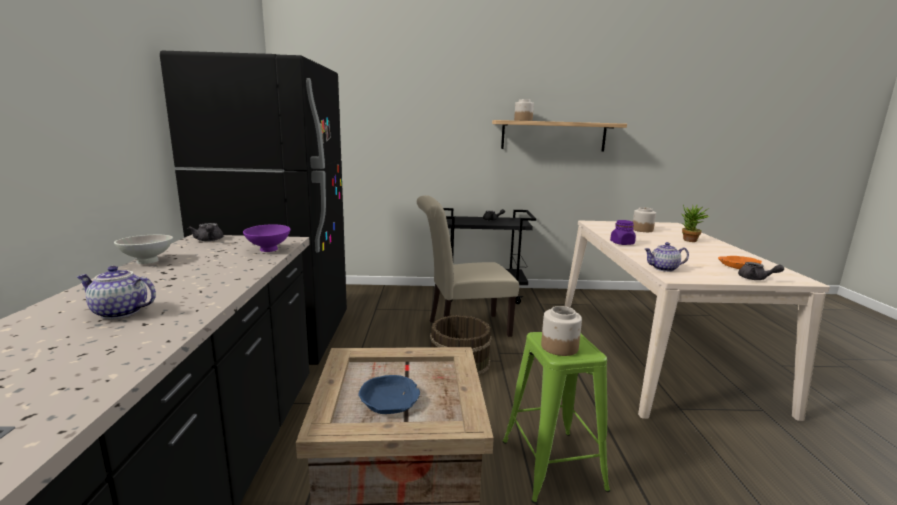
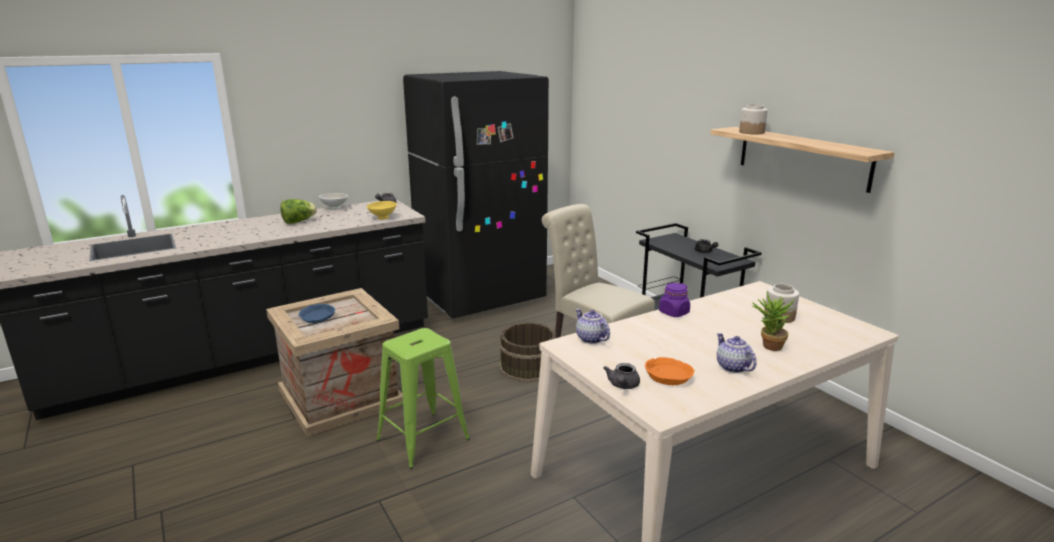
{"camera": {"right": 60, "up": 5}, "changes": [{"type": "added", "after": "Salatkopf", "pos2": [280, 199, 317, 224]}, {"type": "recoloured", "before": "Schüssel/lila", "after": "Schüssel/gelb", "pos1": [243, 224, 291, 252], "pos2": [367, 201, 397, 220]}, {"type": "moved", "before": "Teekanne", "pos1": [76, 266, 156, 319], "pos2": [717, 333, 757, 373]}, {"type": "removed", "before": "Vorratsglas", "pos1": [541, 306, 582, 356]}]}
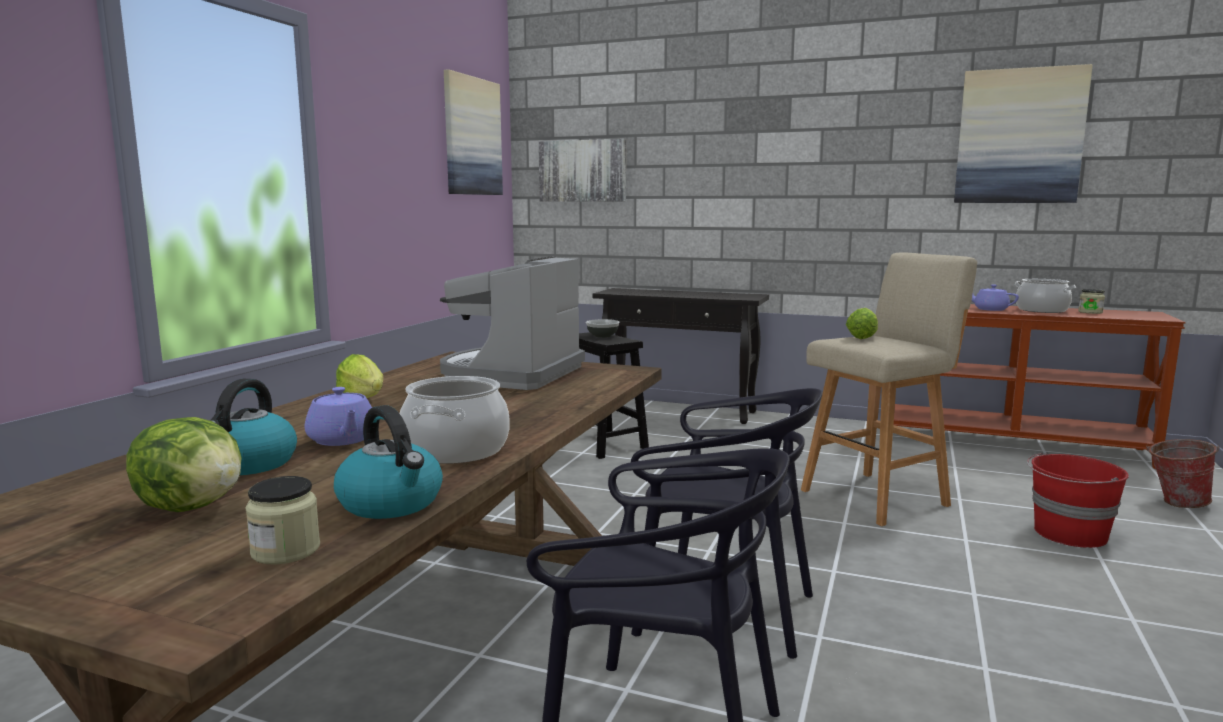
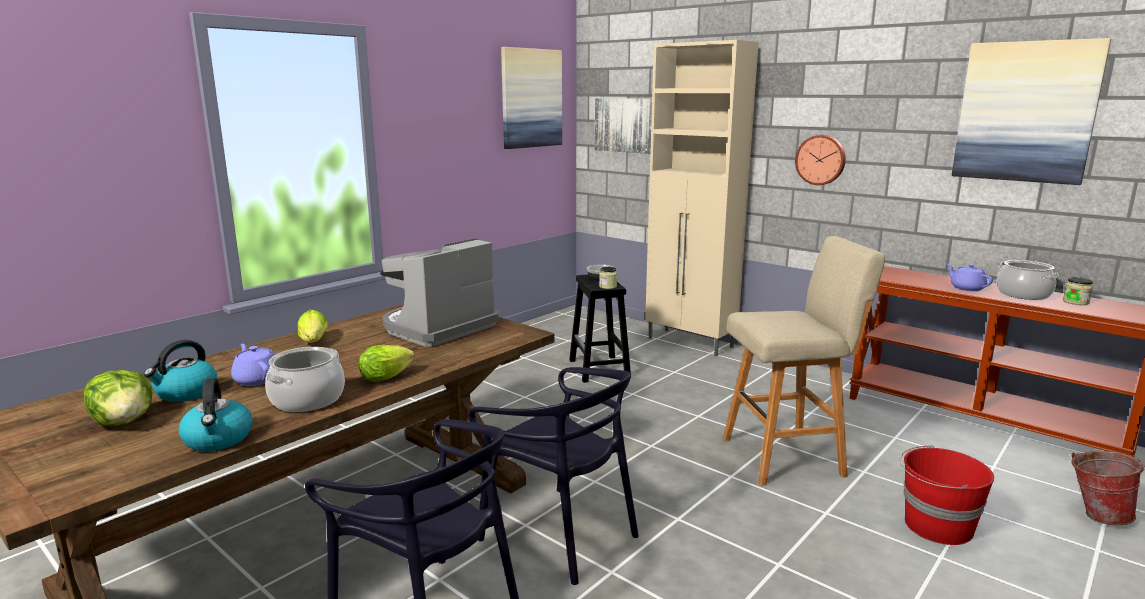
{"camera": {"right": 20, "up": 5}, "changes": [{"type": "turned", "before": "Teekanne/lila", "pos1": [305, 387, 372, 446], "pos2": [231, 344, 275, 386], "turn": 150}, {"type": "moved", "before": "Salatkopf", "pos1": [846, 308, 878, 339], "pos2": [359, 345, 415, 381]}, {"type": "moved", "before": "Vorratsglas", "pos1": [245, 476, 320, 565], "pos2": [599, 267, 617, 289]}, {"type": "replaced", "before": "Konsolentisch/schwarz", "after": "Schrank/beige", "pos1": [592, 288, 769, 424], "pos2": [645, 40, 759, 357]}, {"type": "added", "after": "Wanduhr", "pos2": [795, 135, 846, 185]}]}
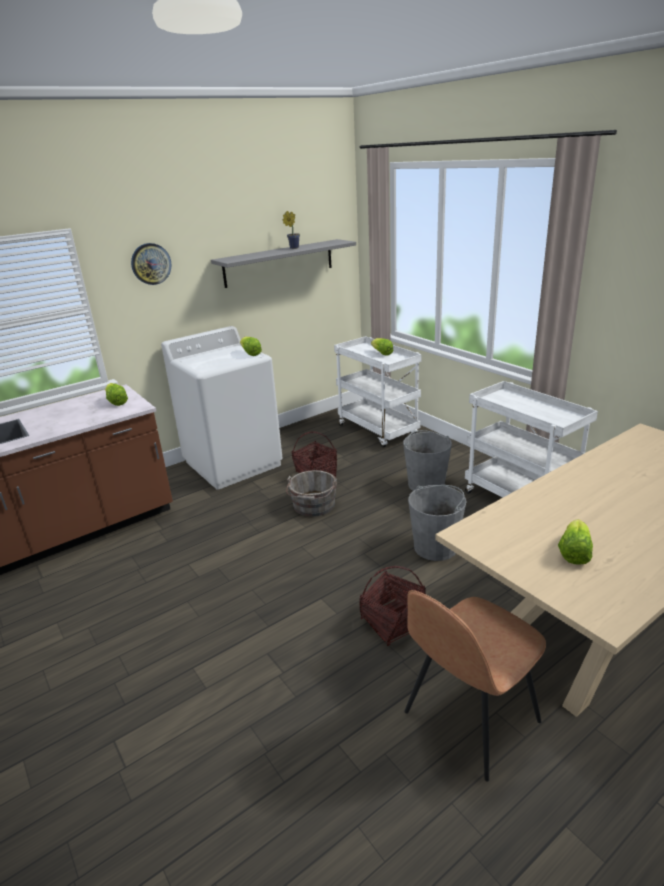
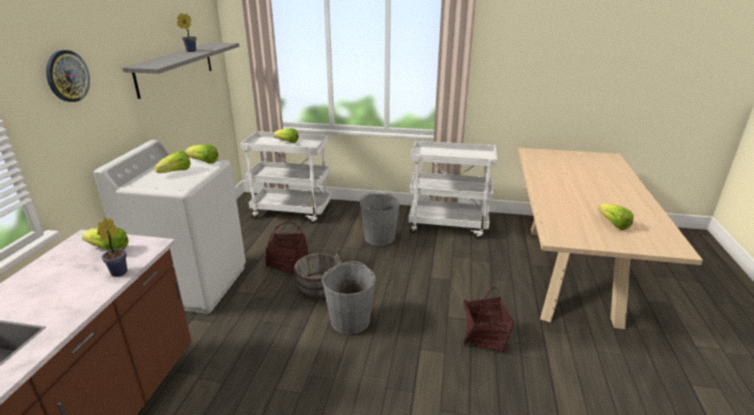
{"camera": {"right": -45, "up": 0}, "changes": [{"type": "added", "after": "Topfpflanze", "pos2": [97, 218, 127, 277]}, {"type": "added", "after": "Salatkopf", "pos2": [154, 151, 191, 173]}, {"type": "moved", "before": "Eimer/grau", "pos1": [408, 485, 467, 561], "pos2": [322, 261, 376, 335]}, {"type": "removed", "before": "Stuhl/braun", "pos1": [404, 590, 546, 782]}]}
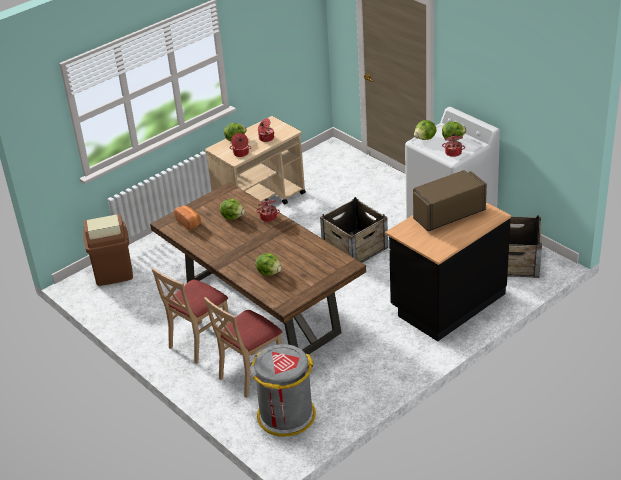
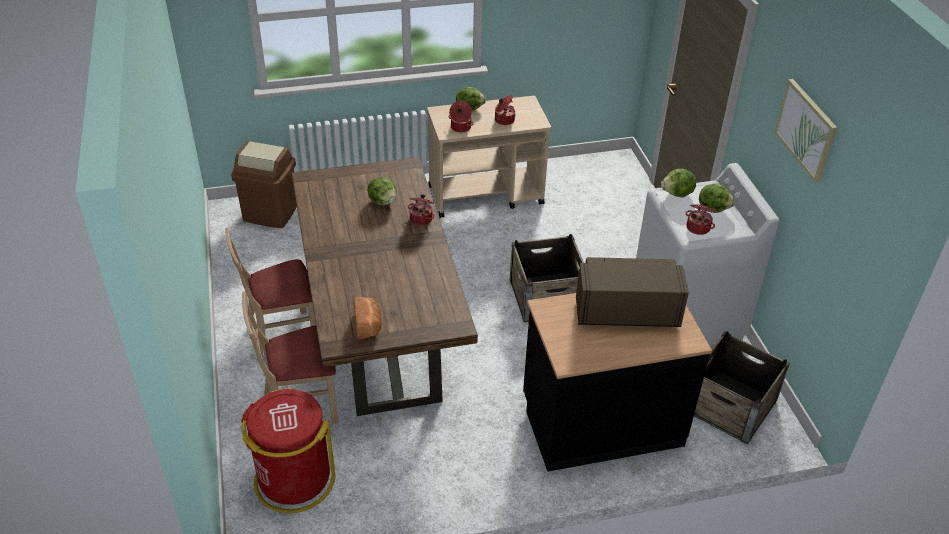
{"camera": {"right": 25, "up": 5}, "changes": [{"type": "recoloured", "before": "Mülleimer/grau", "after": "Mülleimer/rot", "pos1": [250, 344, 316, 437], "pos2": [241, 388, 335, 513]}, {"type": "moved", "before": "Brot", "pos1": [174, 206, 201, 230], "pos2": [354, 297, 382, 339]}, {"type": "added", "after": "Bild", "pos2": [774, 79, 837, 183]}, {"type": "removed", "before": "Salatkopf", "pos1": [256, 253, 281, 276]}]}
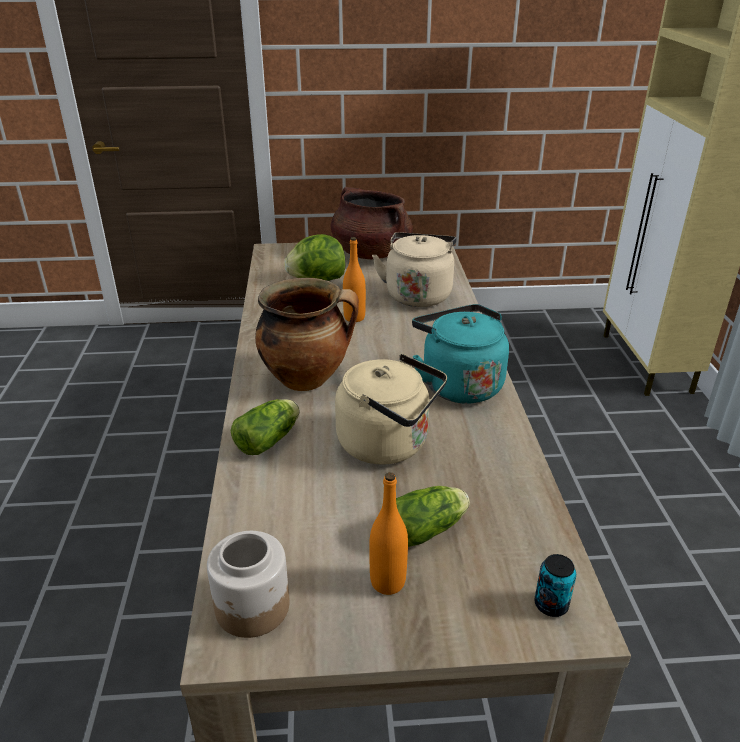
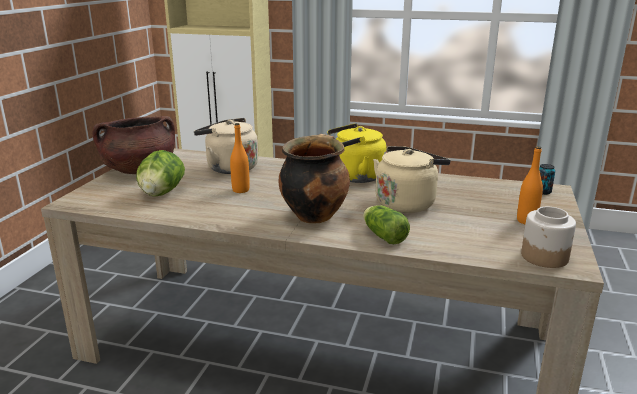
{"camera": {"right": -70, "up": -10}, "changes": [{"type": "recoloured", "before": "Wasserkessel/türkis", "after": "Wasserkessel/gelb", "pos1": [412, 304, 509, 404], "pos2": [327, 123, 387, 183]}, {"type": "removed", "before": "Salatkopf", "pos1": [396, 486, 470, 547]}]}
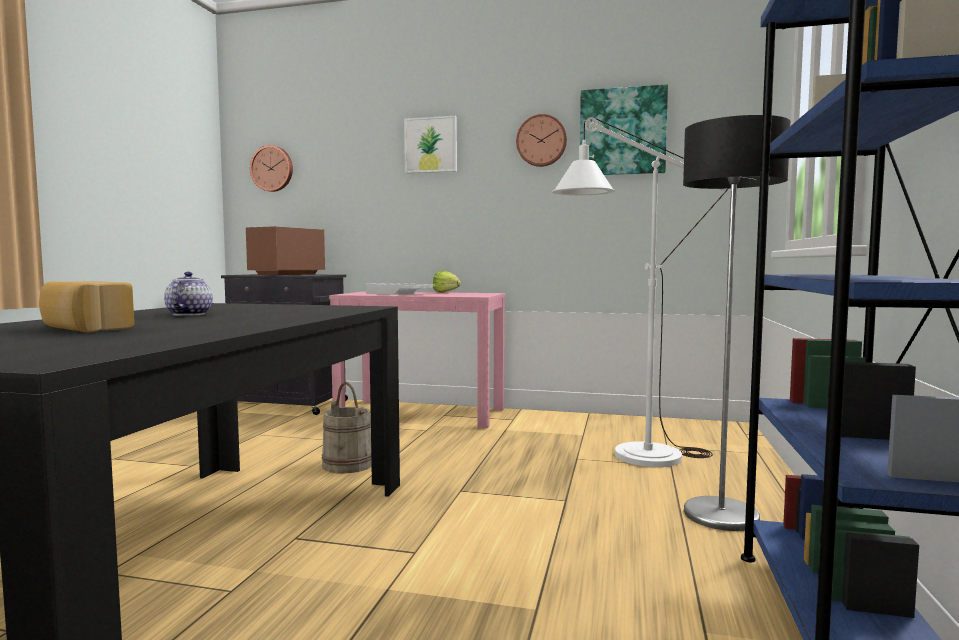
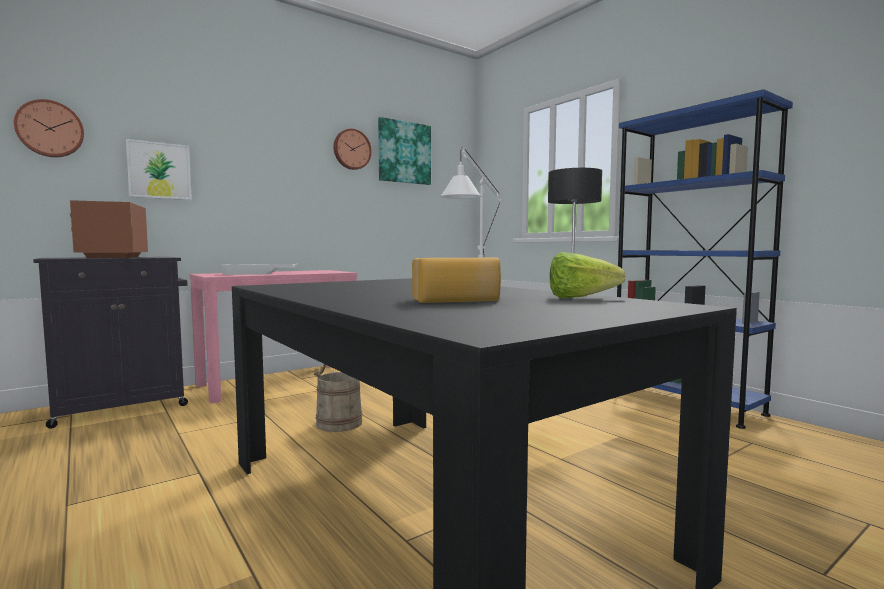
{"camera": {"right": -50, "up": 0}, "changes": [{"type": "moved", "before": "Bild", "pos1": [404, 116, 457, 173], "pos2": [126, 139, 192, 200]}, {"type": "moved", "before": "Salatkopf", "pos1": [433, 271, 461, 293], "pos2": [550, 252, 626, 298]}, {"type": "removed", "before": "Teekanne", "pos1": [164, 272, 213, 316]}]}
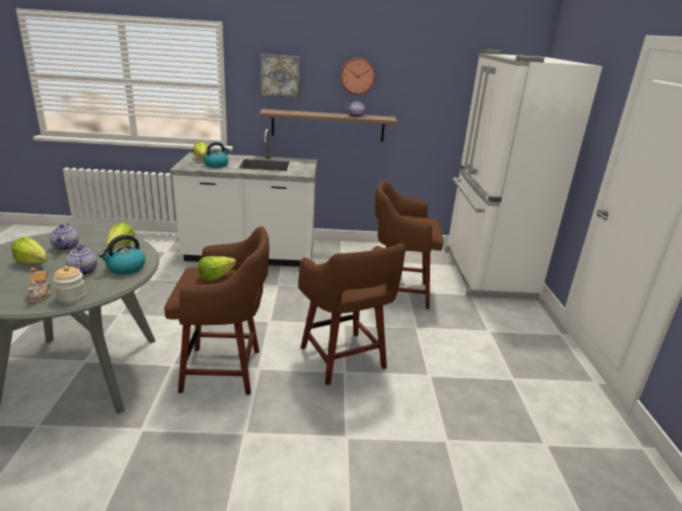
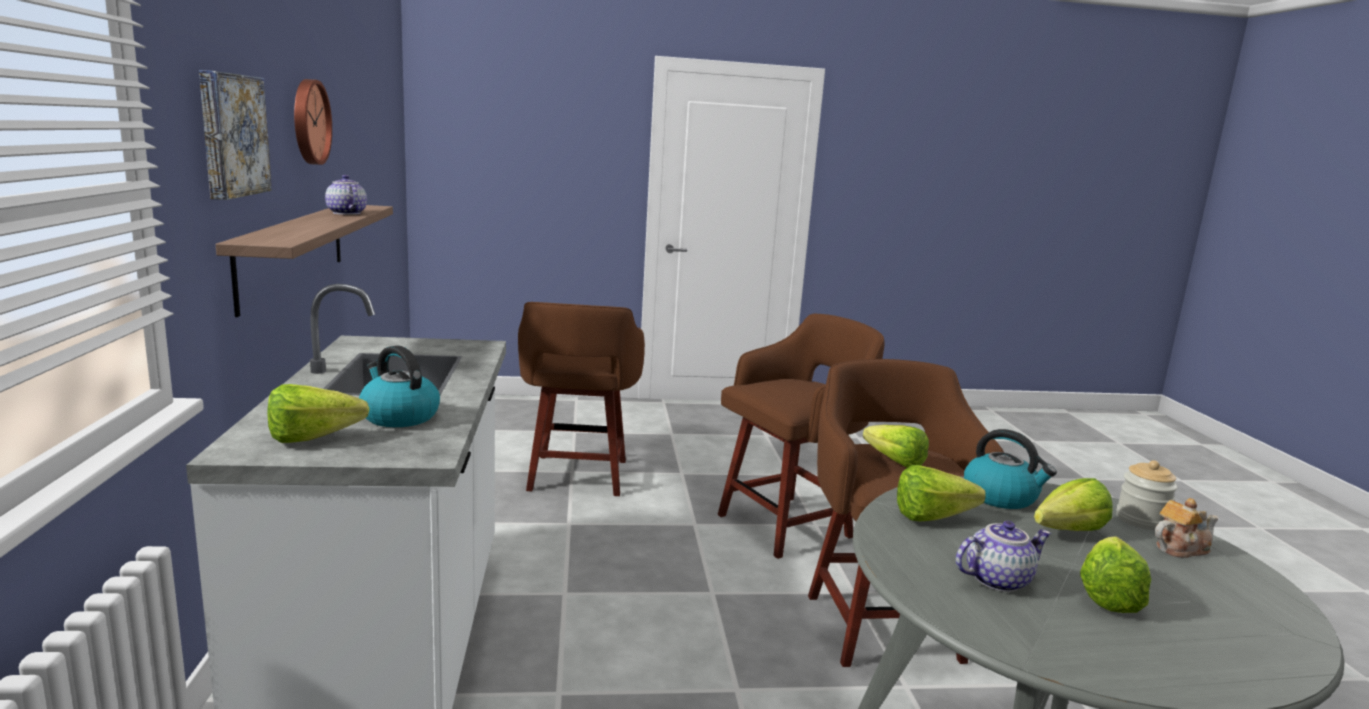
{"camera": {"right": -95, "up": -10}, "changes": [{"type": "replaced", "before": "Teekanne", "after": "Salatkopf", "pos1": [66, 244, 97, 275], "pos2": [1034, 478, 1113, 531]}, {"type": "removed", "before": "Kühlschrank/weiß", "pos1": [444, 49, 603, 300]}]}
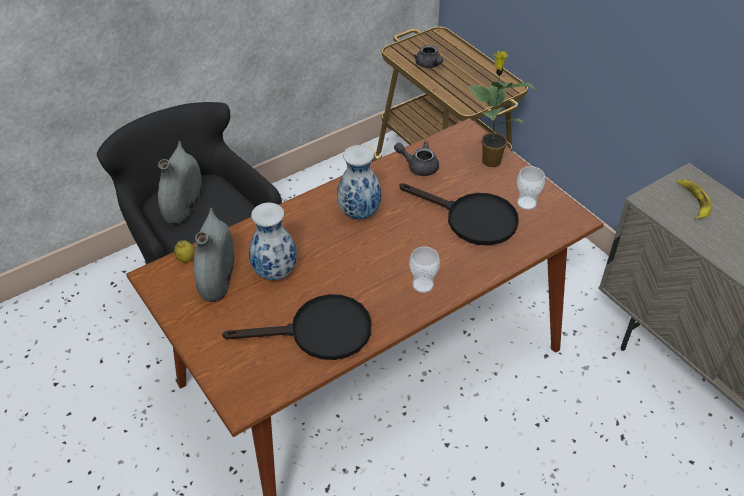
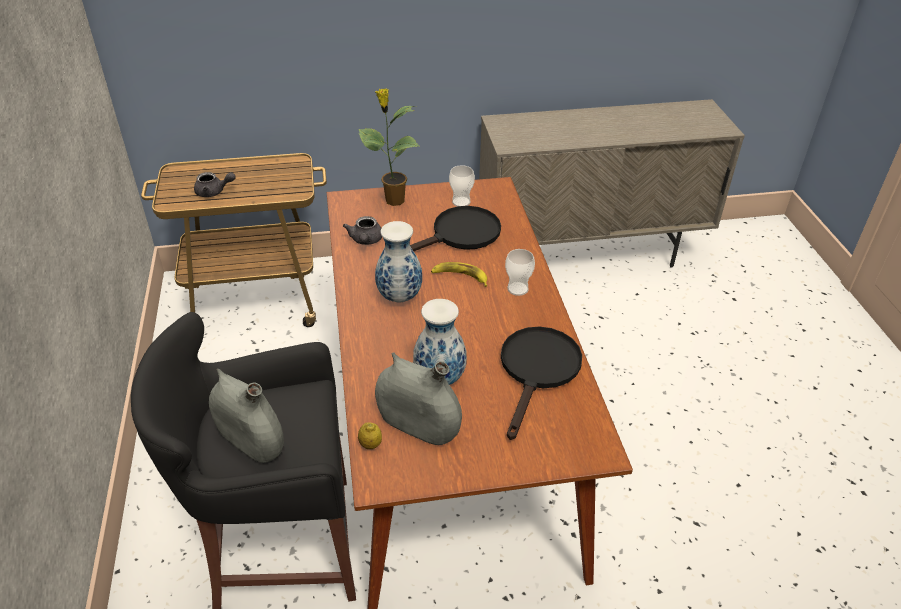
{"camera": {"right": -65, "up": -5}, "changes": [{"type": "turned", "before": "Teekanne/grau", "pos1": [394, 141, 439, 176], "pos2": [343, 216, 382, 245], "turn": -45}, {"type": "moved", "before": "Banane", "pos1": [677, 179, 712, 220], "pos2": [431, 262, 487, 287]}]}
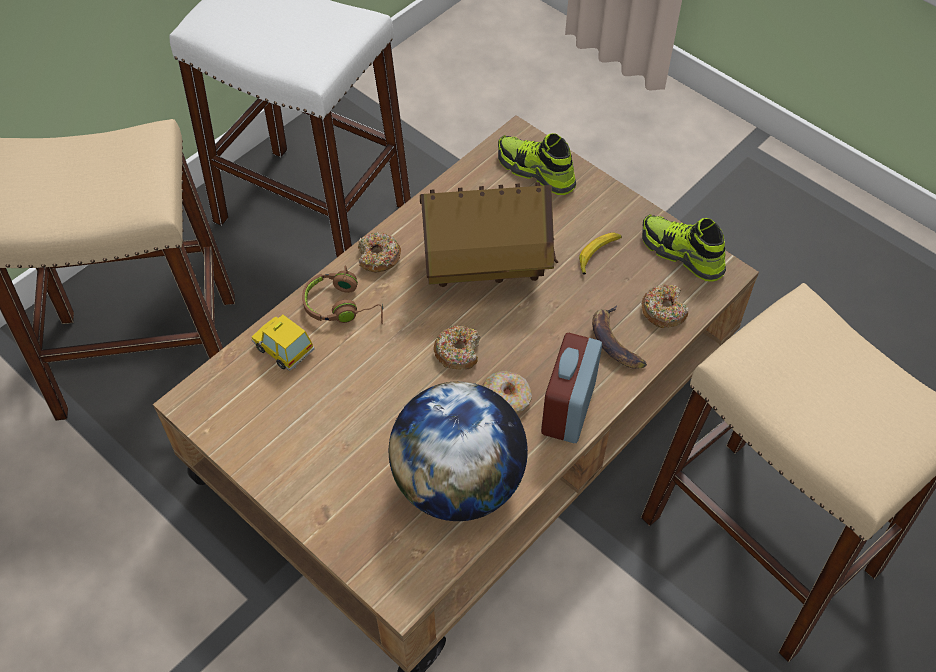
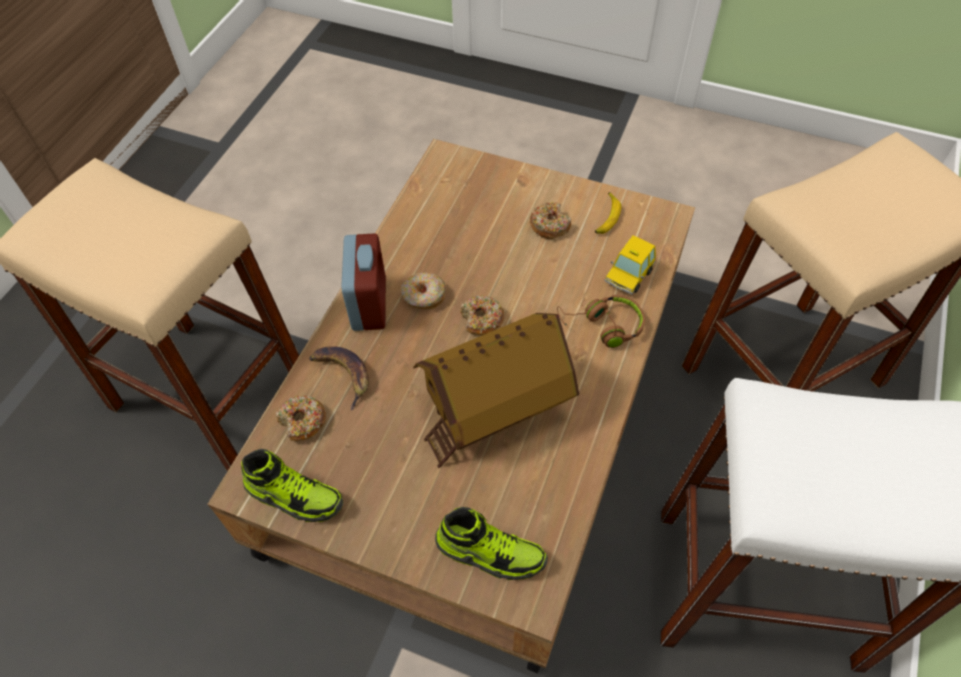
{"camera": {"right": 160, "up": 0}, "changes": [{"type": "moved", "before": "Donut", "pos1": [358, 232, 401, 272], "pos2": [530, 202, 571, 239]}, {"type": "moved", "before": "Banane", "pos1": [579, 232, 622, 275], "pos2": [595, 192, 621, 234]}, {"type": "turned", "before": "Spielzeugauto", "pos1": [252, 314, 315, 371], "pos2": [605, 235, 656, 295], "turn": 105}, {"type": "removed", "before": "Globus", "pos1": [389, 381, 528, 521]}]}
